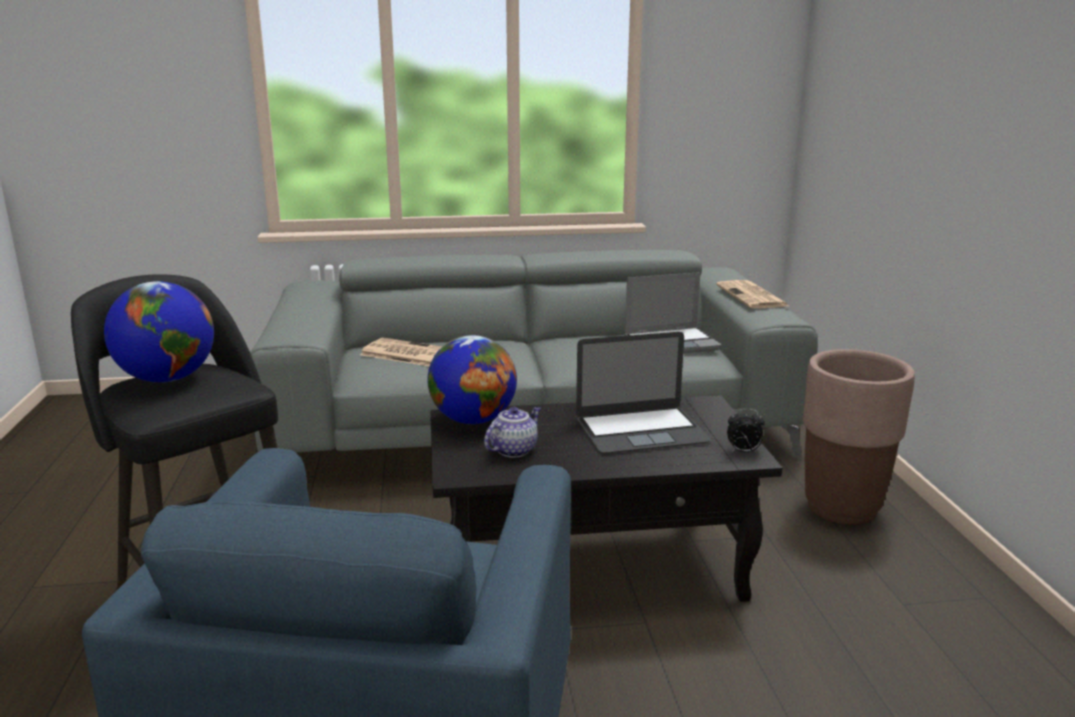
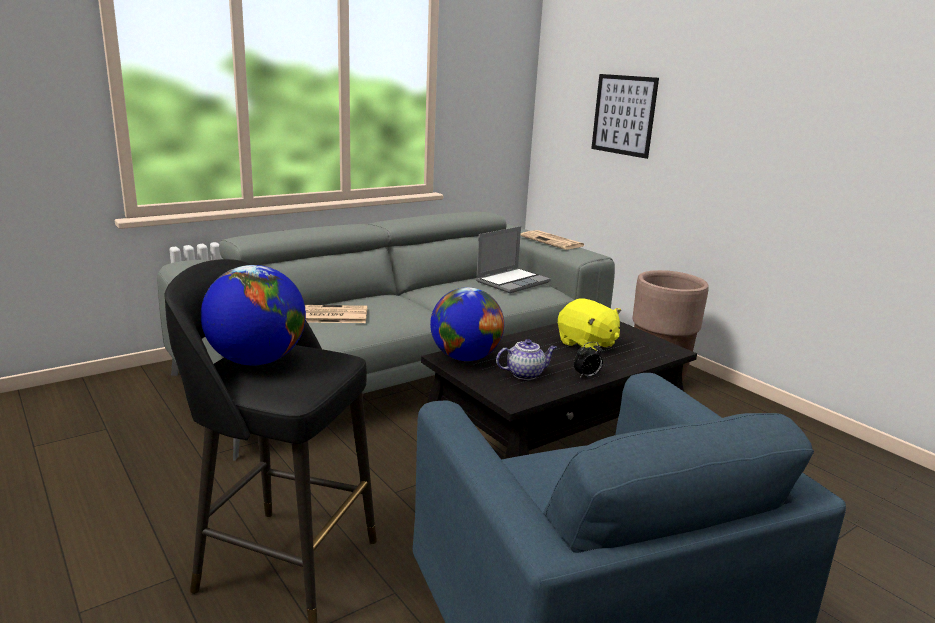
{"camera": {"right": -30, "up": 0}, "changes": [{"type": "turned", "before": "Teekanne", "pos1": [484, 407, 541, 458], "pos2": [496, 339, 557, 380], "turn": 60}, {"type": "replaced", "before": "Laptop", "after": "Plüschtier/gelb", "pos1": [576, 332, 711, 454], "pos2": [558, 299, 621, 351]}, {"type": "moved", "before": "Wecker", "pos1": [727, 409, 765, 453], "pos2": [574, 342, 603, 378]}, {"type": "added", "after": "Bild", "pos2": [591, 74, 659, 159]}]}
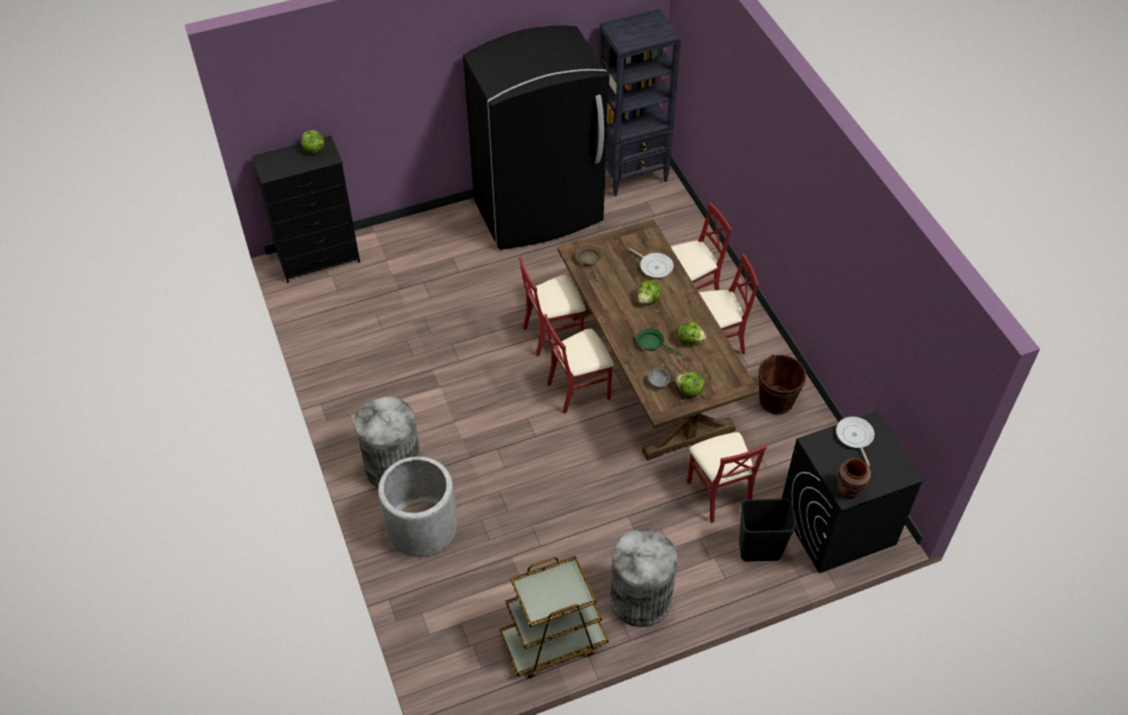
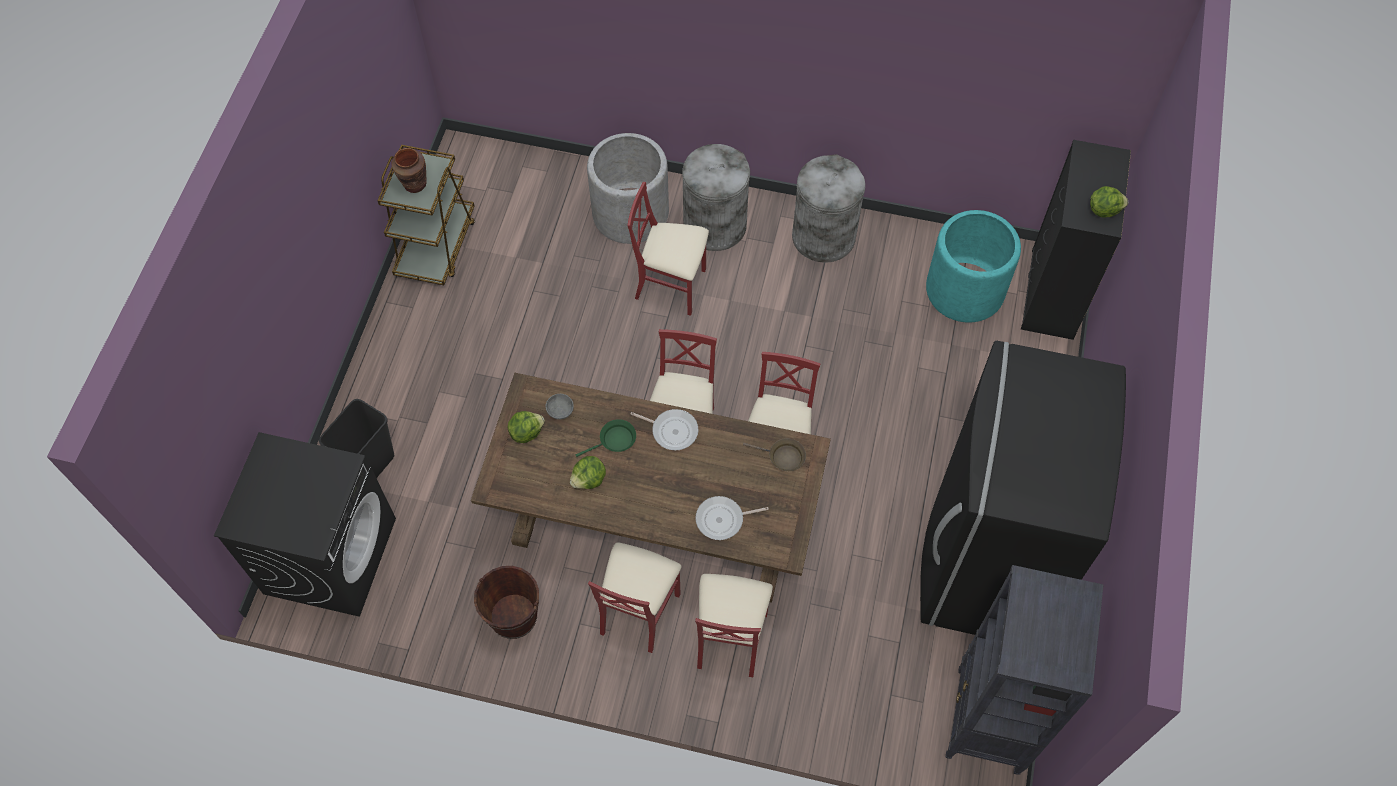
{"camera": {"right": 125, "up": 10}, "changes": [{"type": "moved", "before": "Vase/braun", "pos1": [838, 458, 871, 499], "pos2": [391, 148, 427, 193]}, {"type": "moved", "before": "Stuhl/rot", "pos1": [687, 432, 767, 523], "pos2": [627, 182, 709, 316]}, {"type": "moved", "before": "Pfanne", "pos1": [836, 416, 875, 467], "pos2": [631, 409, 698, 450]}, {"type": "moved", "before": "Mülleimer/grau", "pos1": [610, 529, 678, 627], "pos2": [792, 154, 865, 263]}, {"type": "added", "after": "Pflanzkübel/türkis", "pos2": [926, 210, 1021, 323]}, {"type": "removed", "before": "Salatkopf", "pos1": [638, 280, 661, 304]}]}
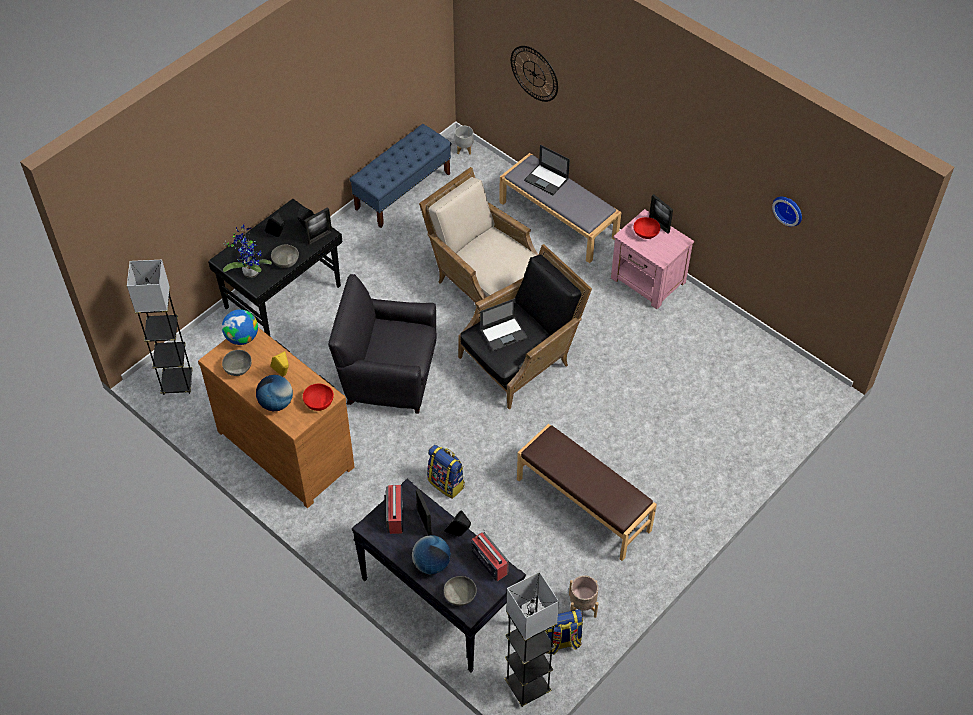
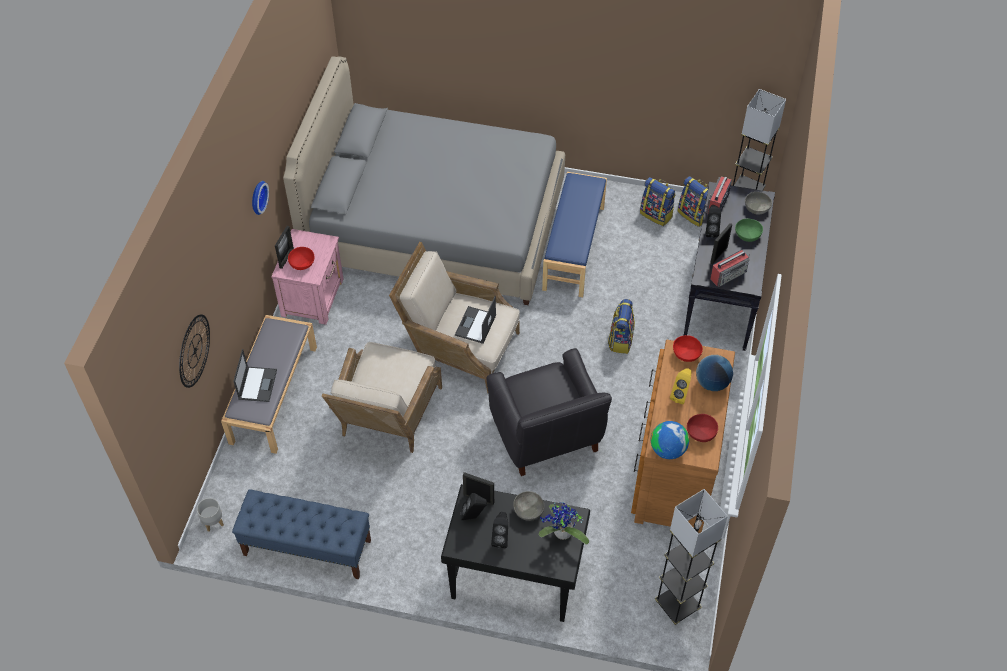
{"camera": {"right": -120, "up": 0}, "changes": [{"type": "moved", "before": "Wanduhr", "pos1": [772, 197, 802, 226], "pos2": [252, 181, 269, 215]}, {"type": "added", "after": "Bett/grau", "pos2": [283, 57, 565, 305]}, {"type": "recoloured", "before": "Sessel/schwarz", "after": "Sessel/beige", "pos1": [458, 244, 592, 409], "pos2": [389, 242, 520, 393]}, {"type": "turned", "before": "Laptop", "pos1": [480, 298, 528, 352], "pos2": [455, 296, 496, 344], "turn": -105}, {"type": "recoloured", "before": "Bank/braun", "after": "Bank/blau", "pos1": [517, 424, 657, 561], "pos2": [542, 172, 607, 297]}, {"type": "replaced", "before": "Pflanzkübel/beige", "after": "Rucksack", "pos1": [569, 575, 598, 618], "pos2": [640, 177, 676, 226]}, {"type": "recoloured", "before": "Schüssel/grau", "after": "Schüssel/rot", "pos1": [222, 350, 252, 376], "pos2": [687, 414, 718, 442]}, {"type": "replaced", "before": "Globus", "after": "Schüssel/grün", "pos1": [412, 535, 451, 574], "pos2": [735, 218, 763, 242]}]}
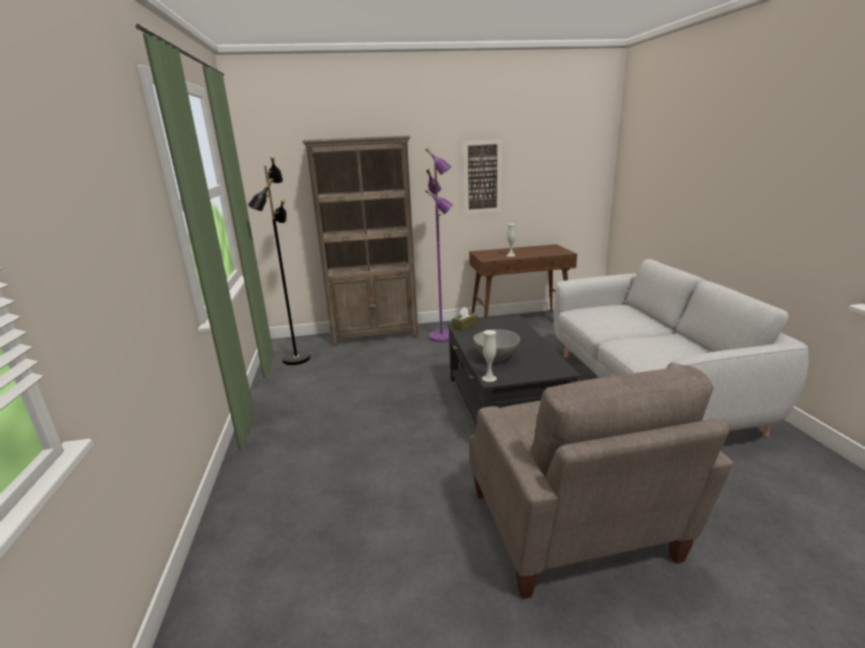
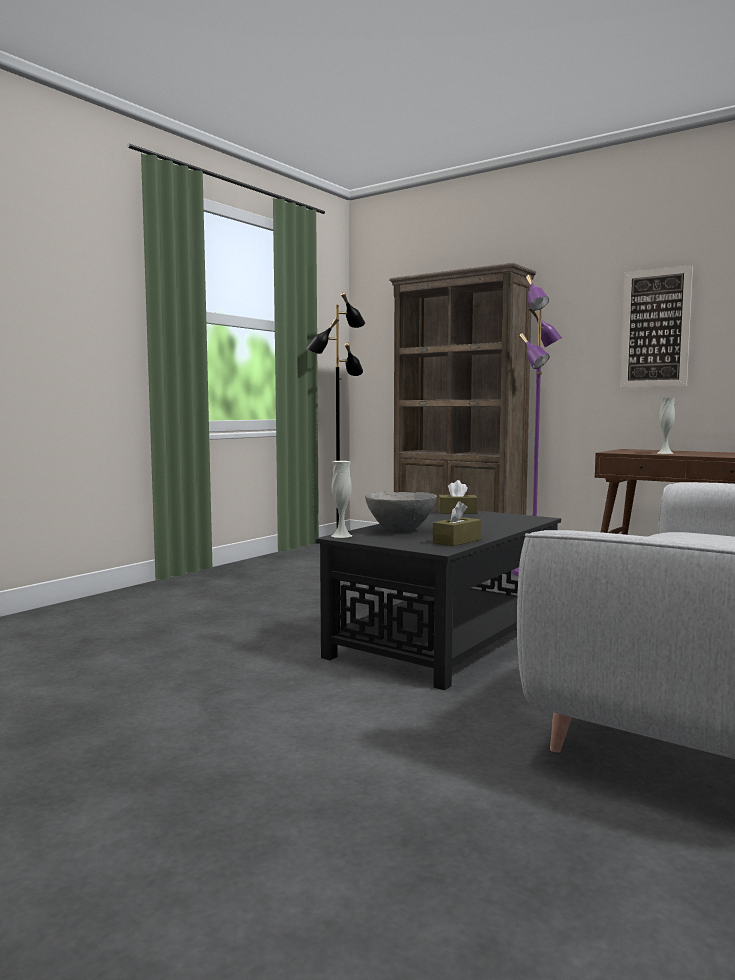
{"camera": {"right": 45, "up": -15}, "changes": [{"type": "added", "after": "Taschentuchbox/braun", "pos2": [433, 501, 481, 546]}, {"type": "removed", "before": "Sessel/beige", "pos1": [469, 366, 733, 599]}]}
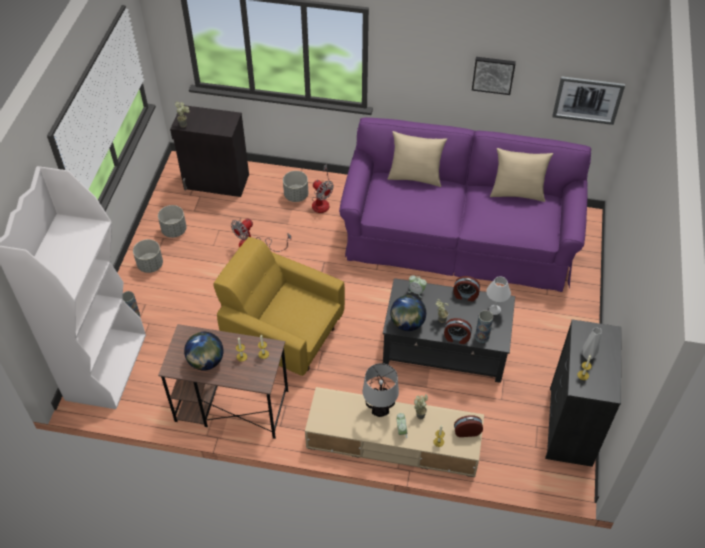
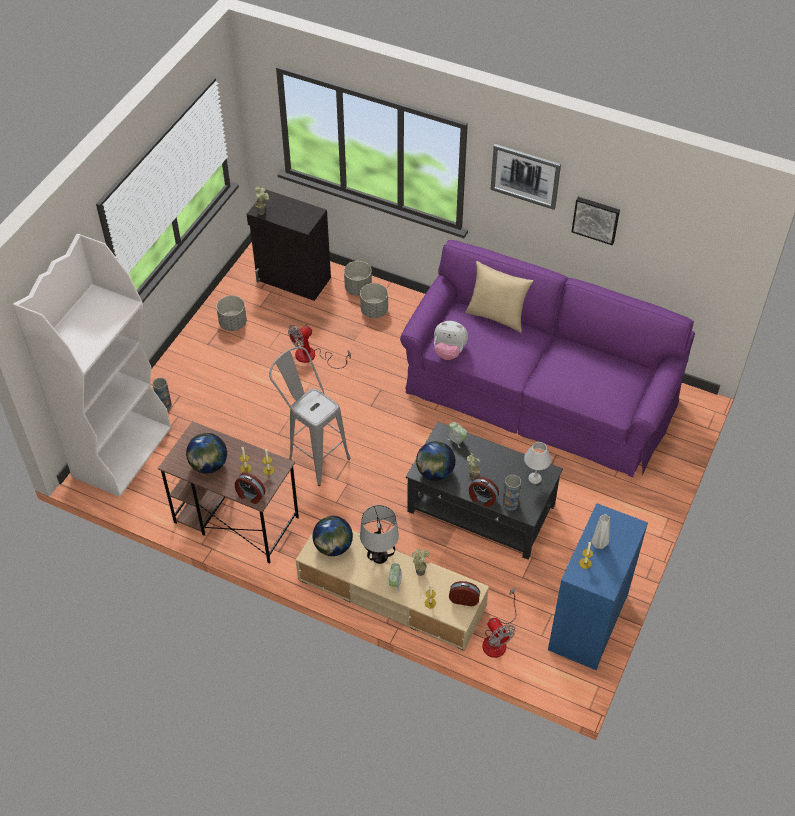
{"camera": {"right": 15, "up": 0}, "changes": [{"type": "moved", "before": "Wecker", "pos1": [453, 276, 480, 301], "pos2": [235, 473, 265, 504]}, {"type": "replaced", "before": "Sessel/gelb", "after": "Hocker/grau", "pos1": [213, 237, 345, 376], "pos2": [269, 347, 350, 486]}, {"type": "added", "after": "Globus", "pos2": [312, 516, 353, 556]}, {"type": "moved", "before": "Pflanzkübel/grau", "pos1": [133, 239, 163, 273], "pos2": [344, 261, 372, 296]}, {"type": "added", "after": "Plüschtier", "pos2": [434, 321, 468, 360]}, {"type": "moved", "before": "Ventilator", "pos1": [312, 164, 334, 213], "pos2": [482, 588, 516, 658]}, {"type": "moved", "before": "Bild", "pos1": [552, 76, 625, 125], "pos2": [491, 144, 561, 210]}, {"type": "recoloured", "before": "Kommode/schwarz", "after": "Kommode/blau", "pos1": [545, 319, 622, 467], "pos2": [548, 503, 648, 670]}, {"type": "removed", "before": "Kissen/beige", "pos1": [490, 148, 553, 202]}]}
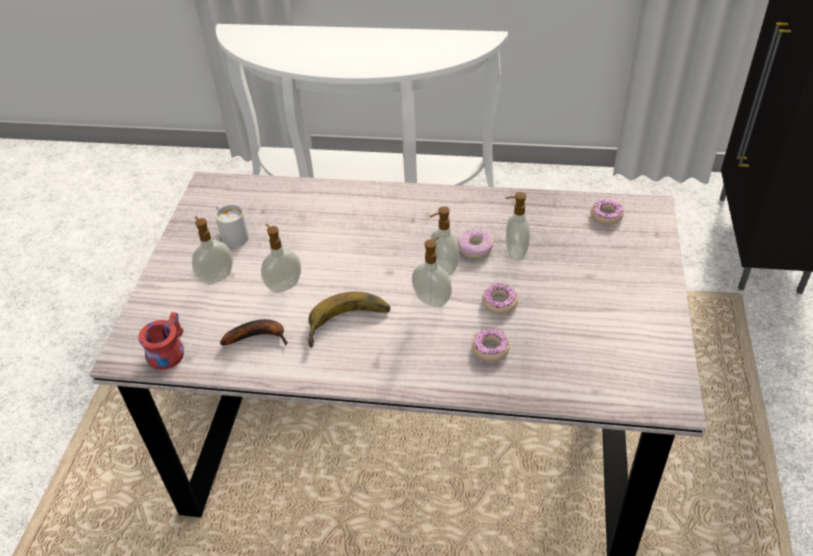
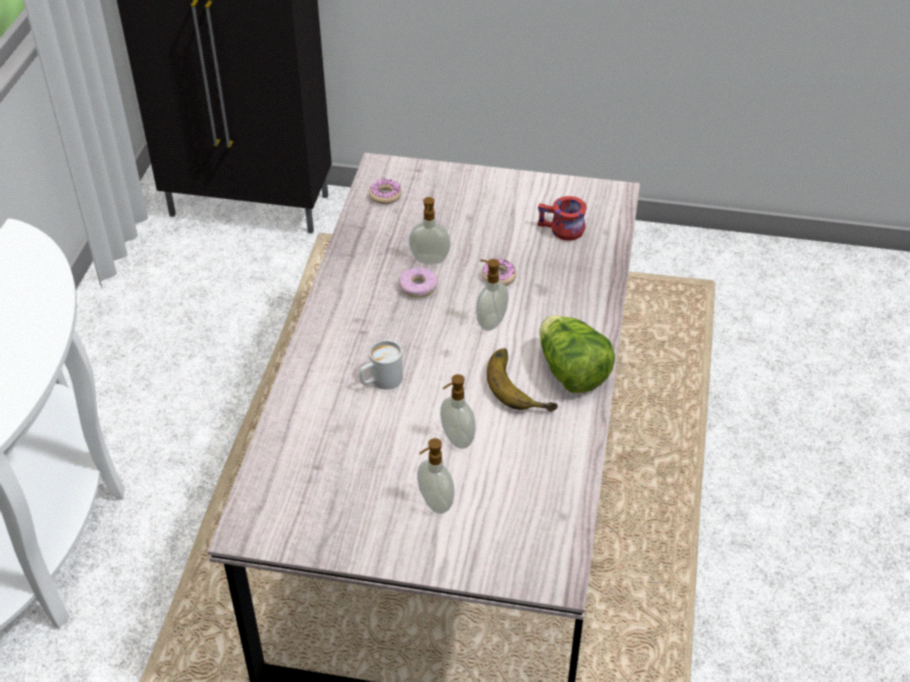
{"camera": {"right": -90, "up": 0}, "changes": [{"type": "moved", "before": "Henkelbecher/weiß", "pos1": [215, 204, 249, 247], "pos2": [359, 340, 403, 390]}, {"type": "moved", "before": "Henkelbecher/rot", "pos1": [138, 312, 184, 370], "pos2": [538, 196, 587, 241]}, {"type": "added", "after": "Salatkopf", "pos2": [539, 315, 615, 393]}, {"type": "removed", "before": "Banane", "pos1": [220, 319, 288, 346]}, {"type": "removed", "before": "Seifenspender", "pos1": [430, 206, 459, 275]}, {"type": "removed", "before": "Donut", "pos1": [472, 329, 510, 361]}]}
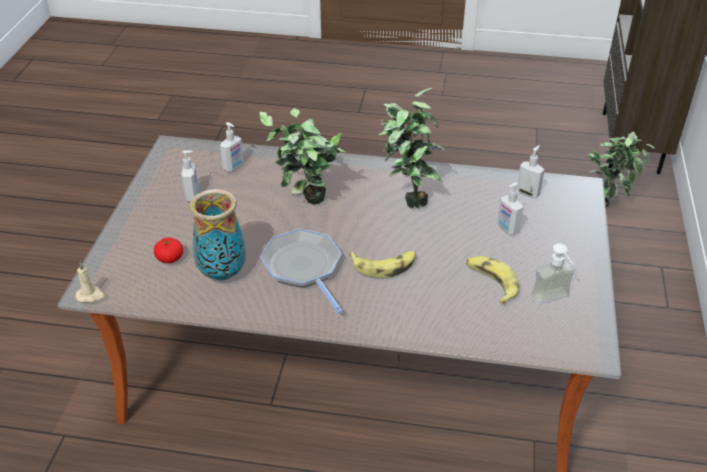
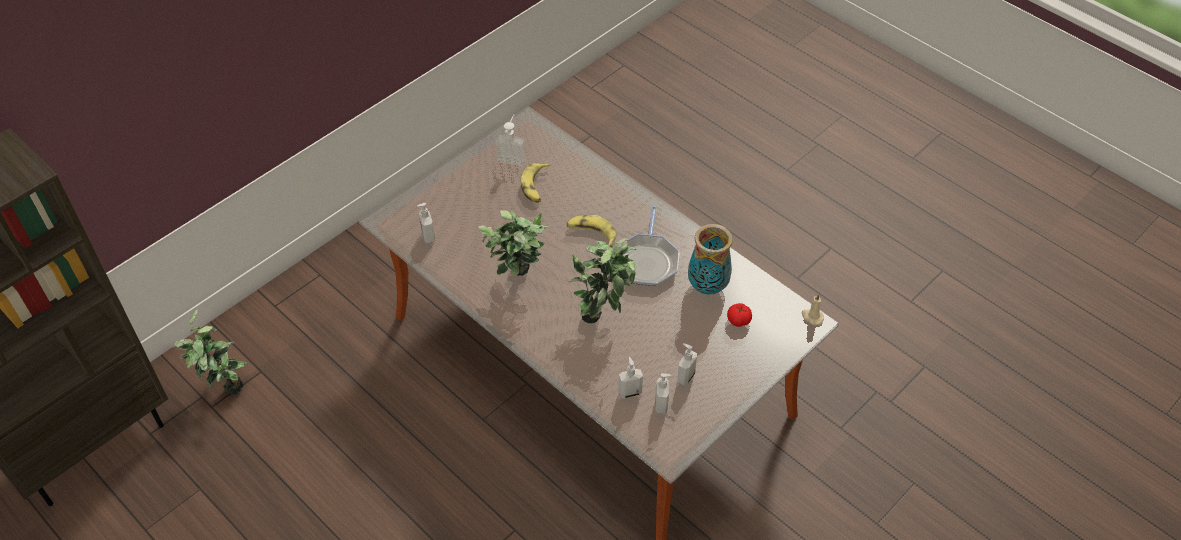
{"camera": {"right": -145, "up": 10}, "changes": [{"type": "moved", "before": "Seifenspender", "pos1": [497, 182, 523, 235], "pos2": [655, 373, 672, 414]}]}
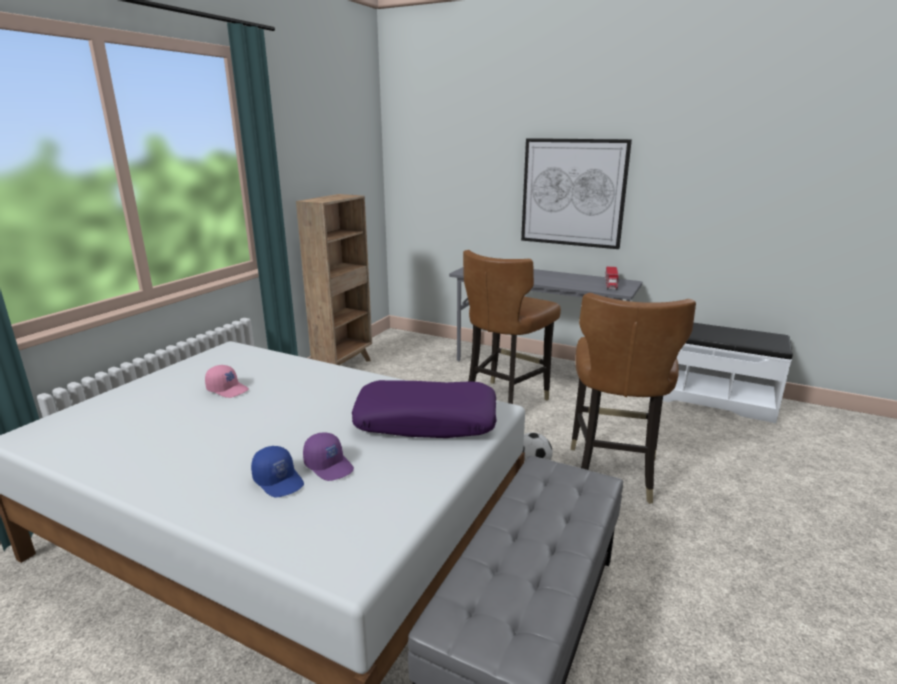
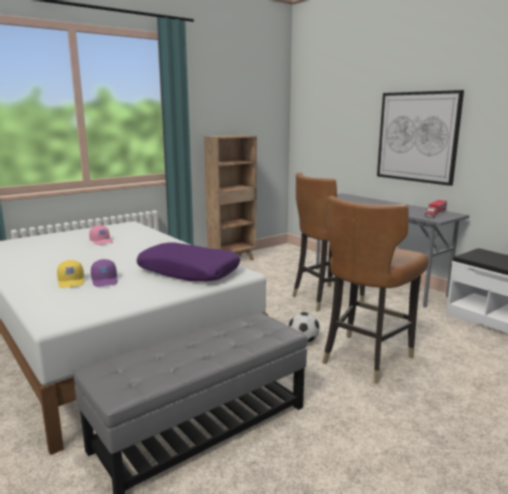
{"camera": {"right": 25, "up": -5}, "changes": [{"type": "recoloured", "before": "Kappe/blau", "after": "Kappe/gelb", "pos1": [251, 446, 304, 497], "pos2": [57, 260, 84, 288]}]}
